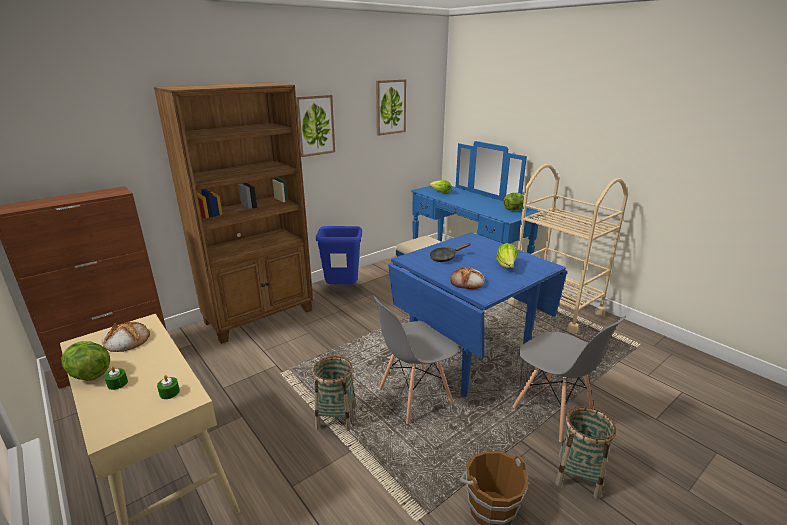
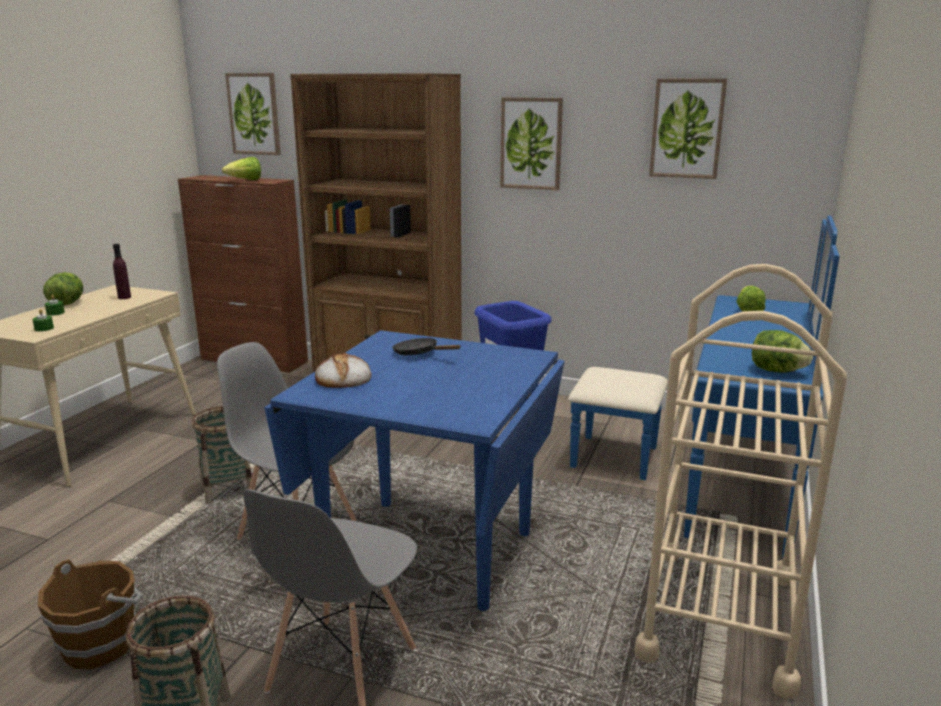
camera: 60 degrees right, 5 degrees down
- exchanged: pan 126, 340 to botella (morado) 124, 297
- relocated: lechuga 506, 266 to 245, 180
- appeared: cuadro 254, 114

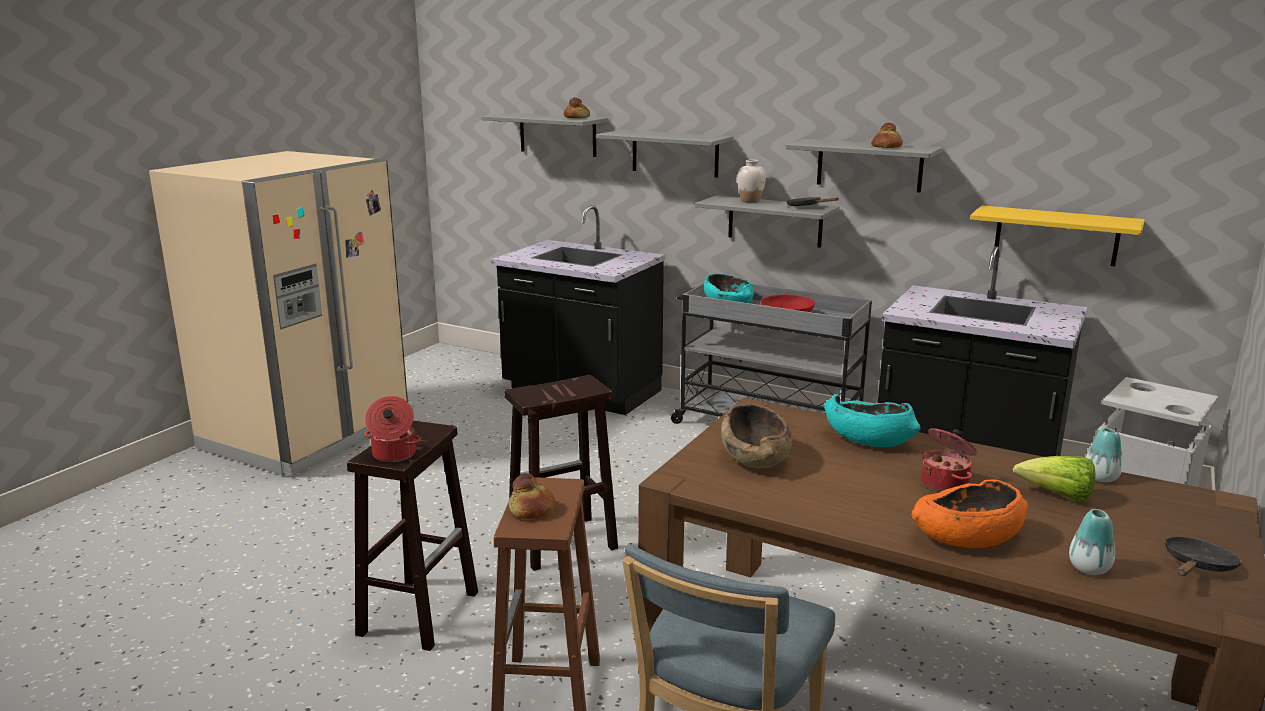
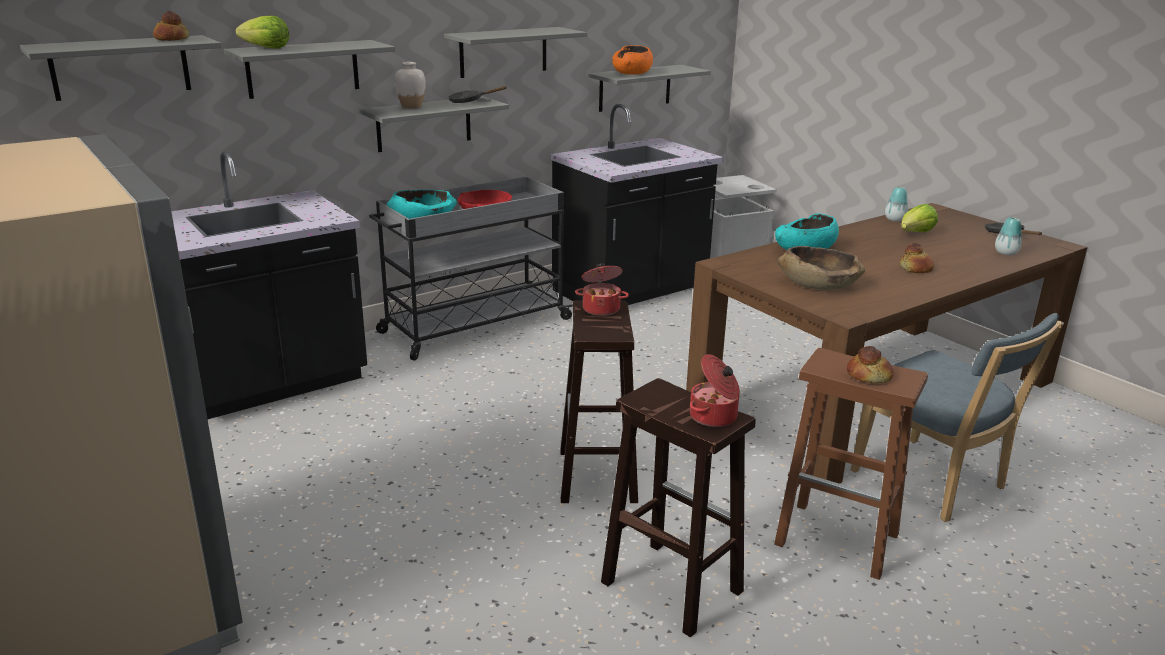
camera: 65 degrees left, 5 degrees up
- appeared: lechuga 267, 48
- relocated: olla 946, 483 to 601, 308
- colour: estante (amarillo) 1056, 235 to estante (gris) 635, 88
- relocated: cuenco (naranja) 966, 537 to 632, 73
- relocated: pan 887, 147 to 916, 268

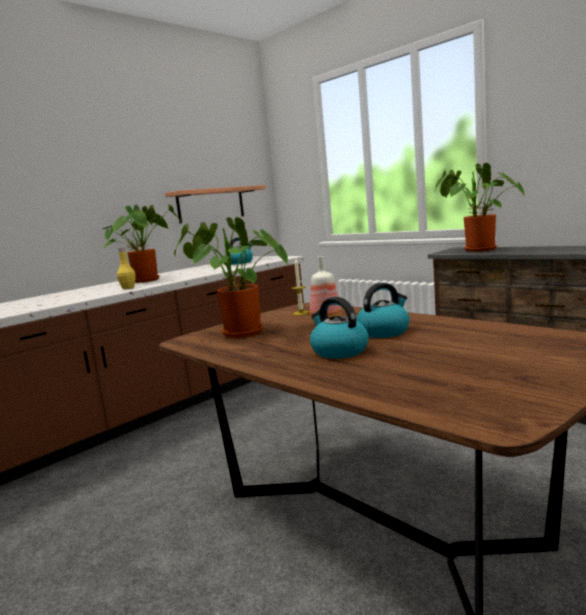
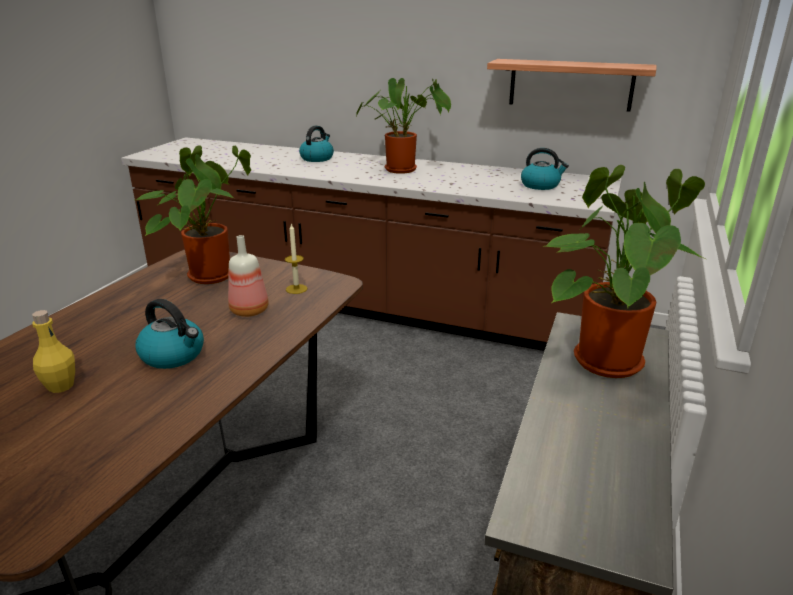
camera: 65 degrees right, 15 degrees up
- relocated: botella (amarillo) 128, 288 to 61, 386
- relocated: hervidor 338, 351 to 317, 158

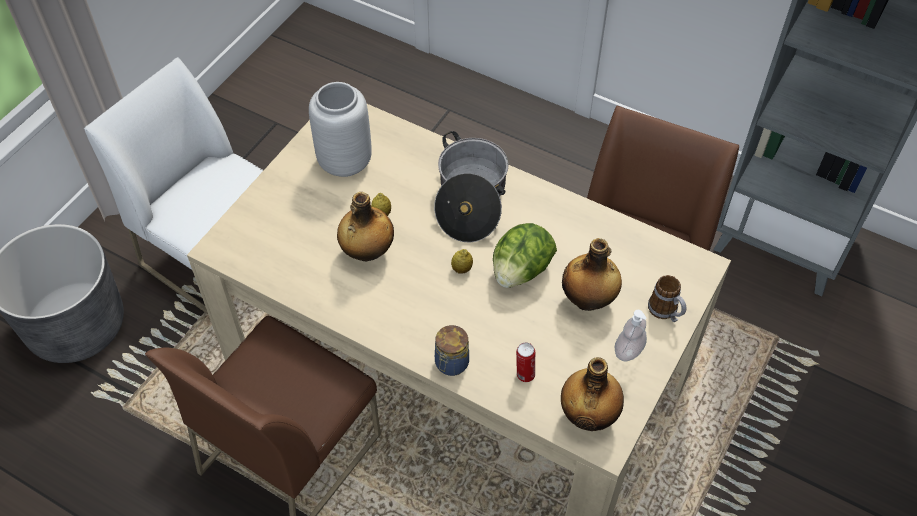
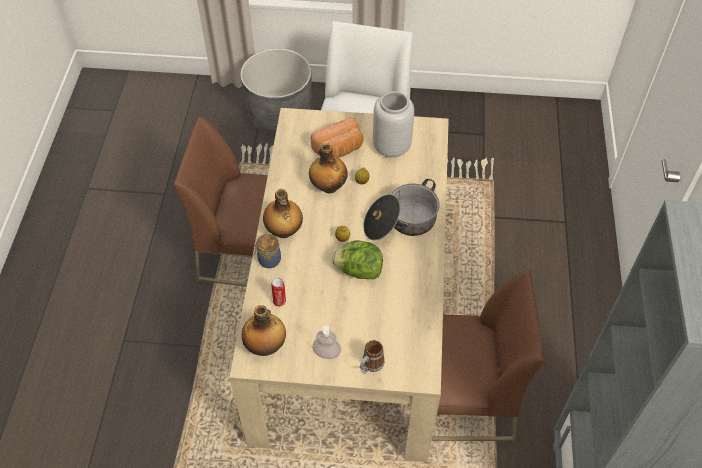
camera: 65 degrees right, 0 degrees up
- relocated: botella 588, 300 to 283, 231
- appeared: pan 339, 149

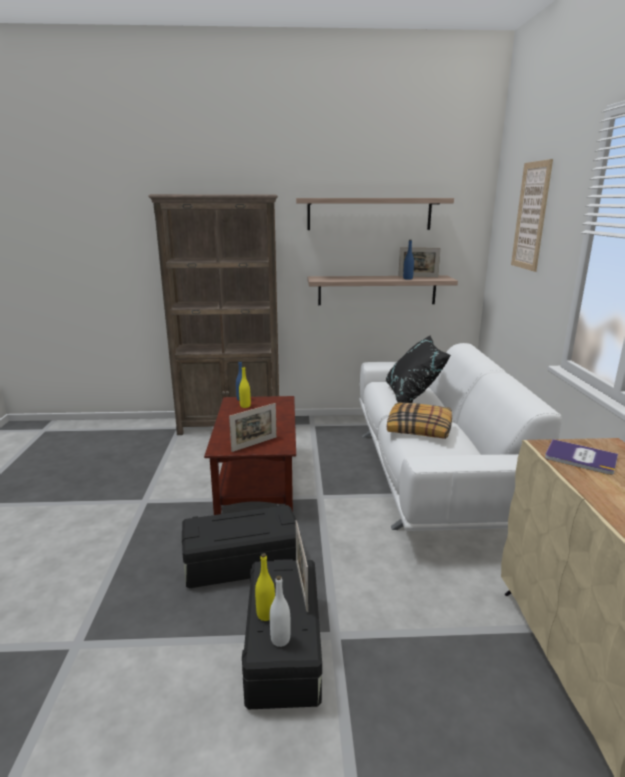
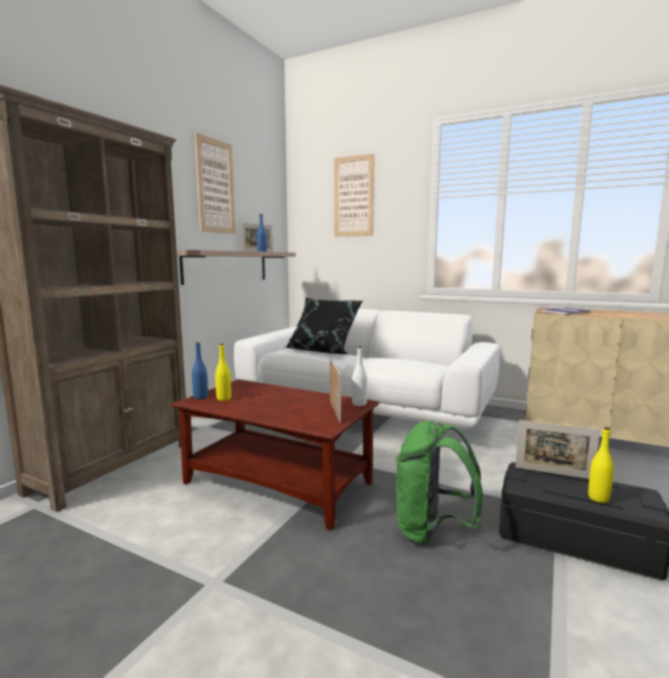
camera: 60 degrees left, 10 degrees down
- exchanged: estante 369, 214 to cuadro 215, 186
- relocated: botella (blanco) 280, 639 to 359, 404
- exchanged: caja de almacenaje (negro) 241, 563 to mochila (verde) 432, 531
- missing: cojín 419, 429

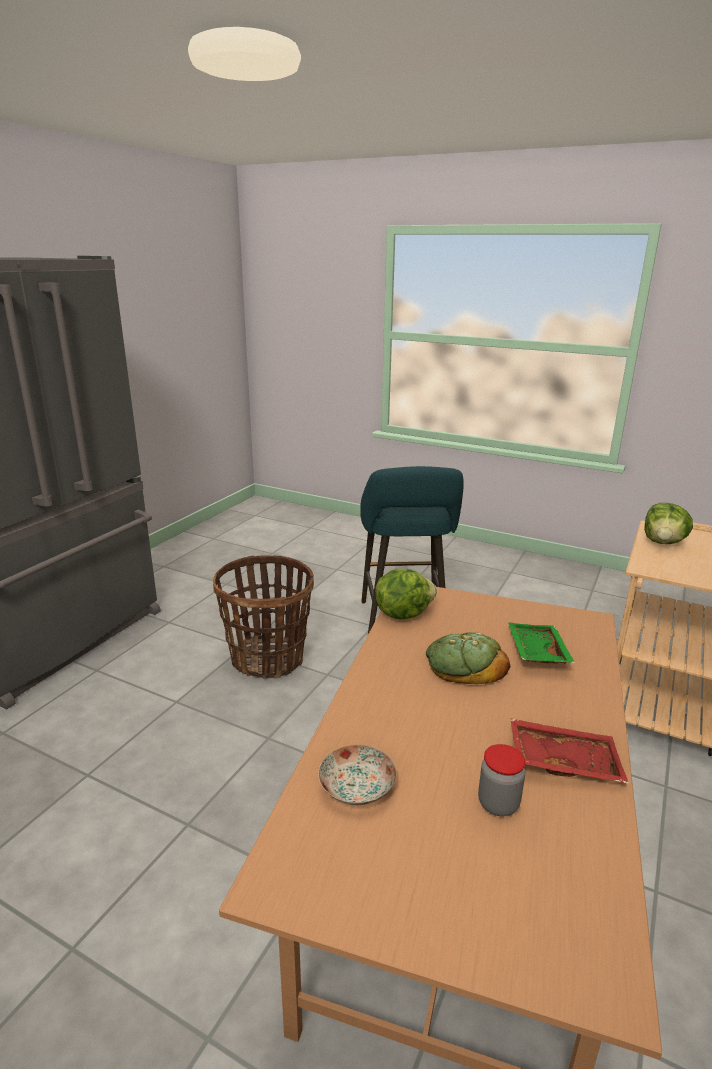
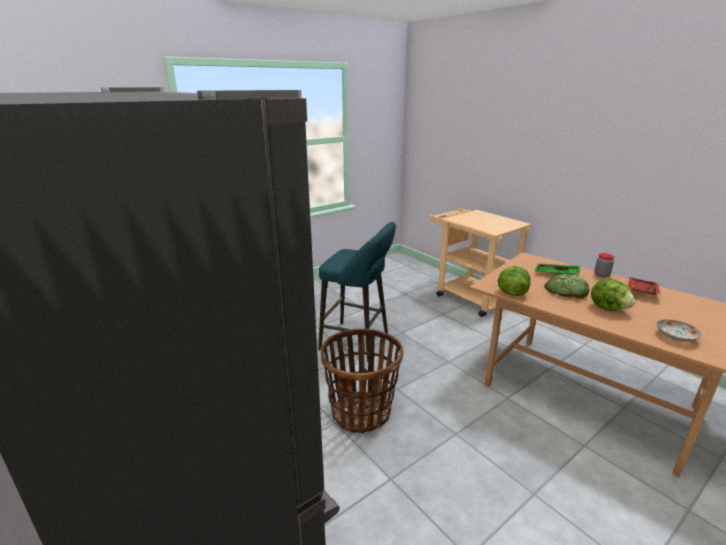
camera: 65 degrees left, 0 degrees up
- relocated: lechuga 663, 542 to 608, 308
- relocated: tarro 498, 804 to 601, 275

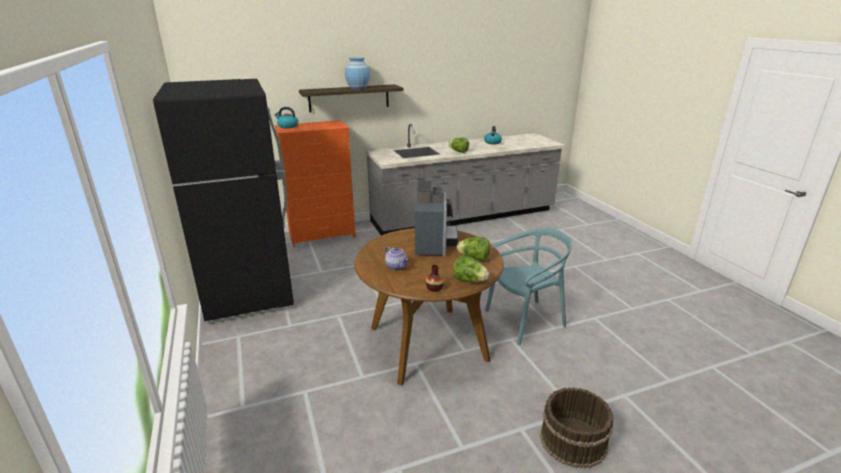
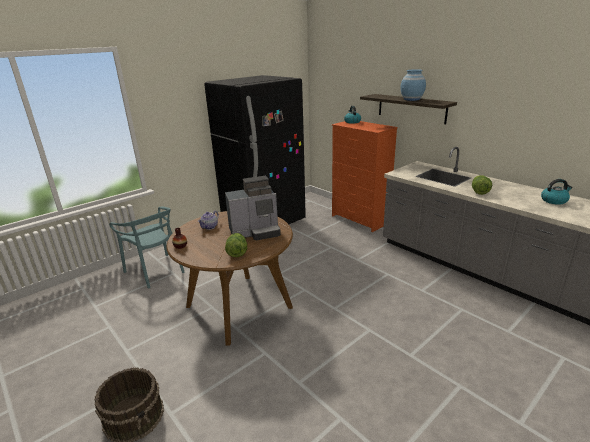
camera: 70 degrees right, 0 degrees up
- relocated: silla (turquesa) 525, 320 to 155, 271
- missing: lechuga 469, 281

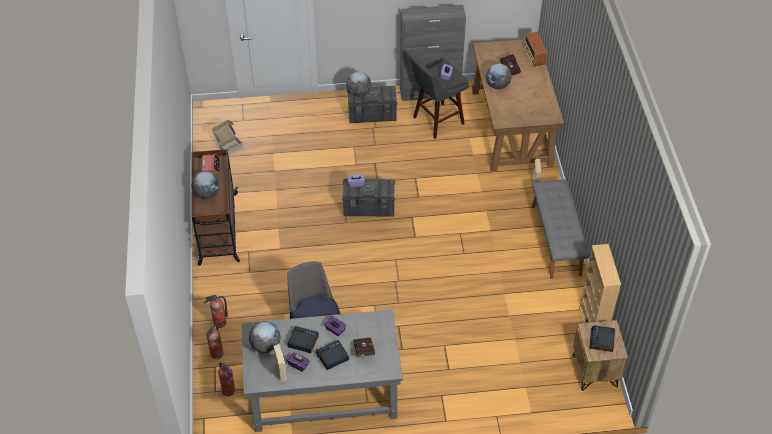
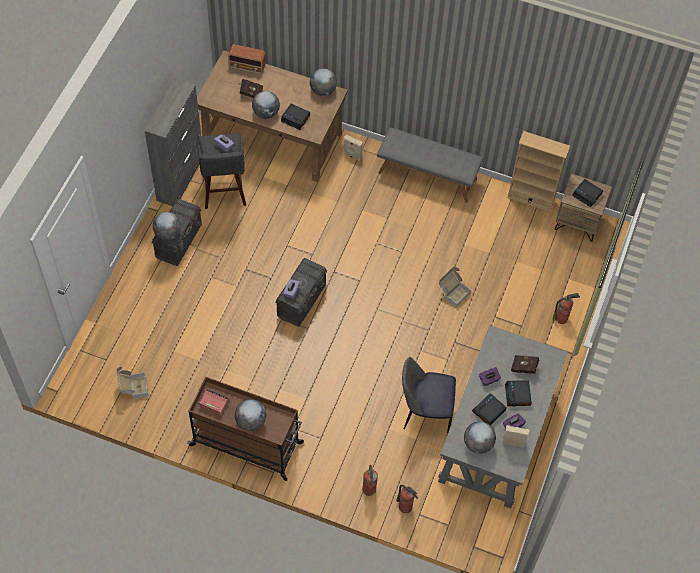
camera: 65 degrees left, 10 degrees up
- appeared: despertador 296, 118
- appeared: globo terráqueo 323, 91
- appeared: caja de cartón 453, 292
- relocated: extintor 229, 391 to 562, 318

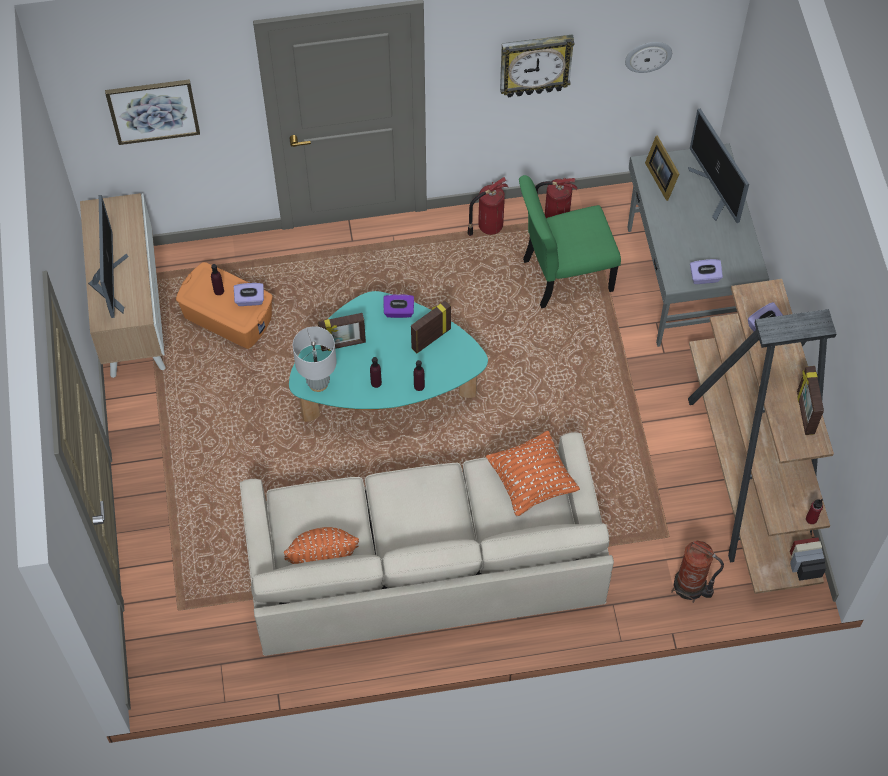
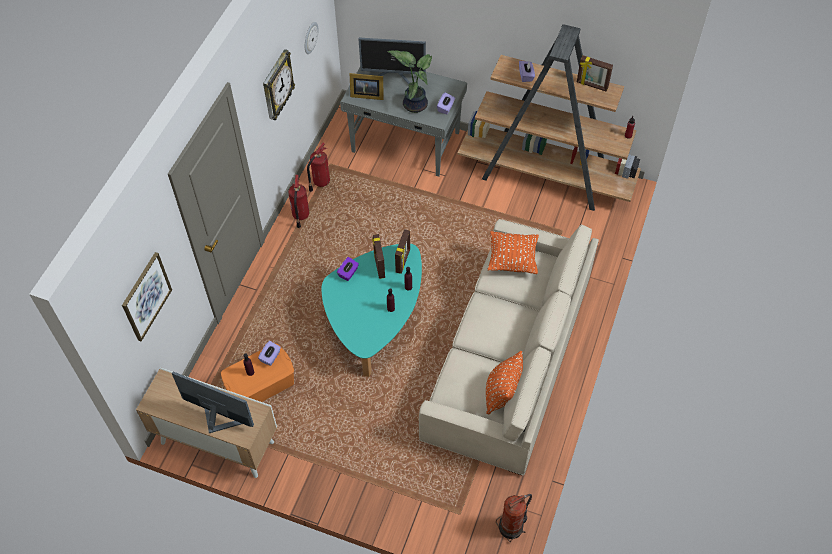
camera: 60 degrees left, 5 degrees down
- appeared: planta en maceta 414, 104
- relocated: portarretratos 343, 344 to 403, 261
- relocated: extintor 691, 586 to 512, 527
- missing: lámpara de mesa (gris) 318, 383
- missing: silla (verde) 563, 275

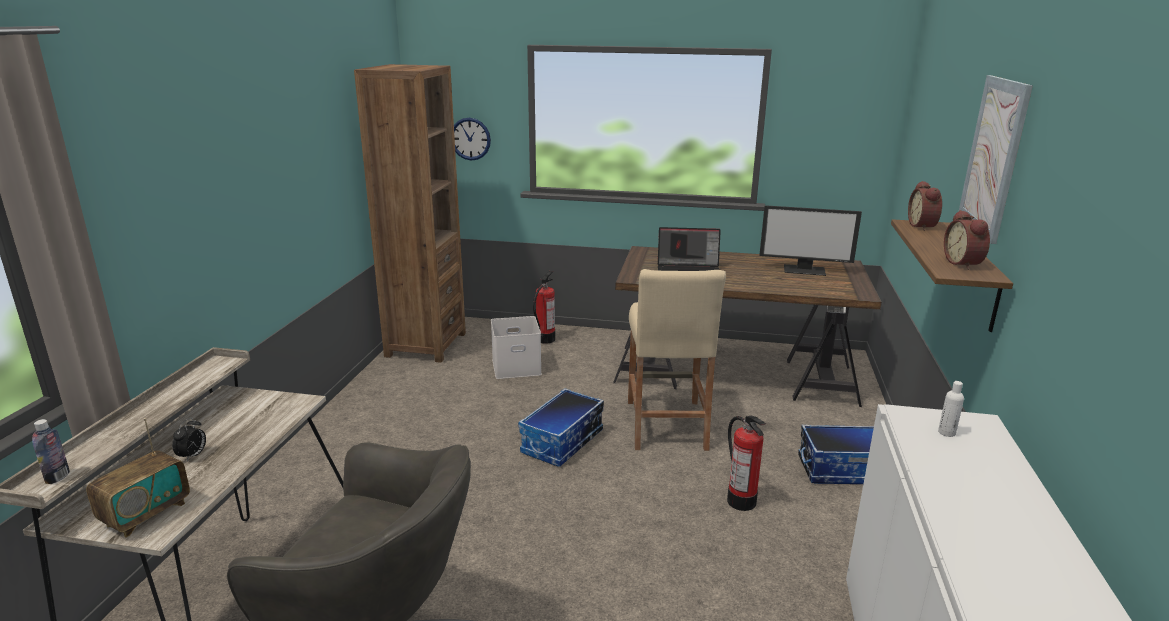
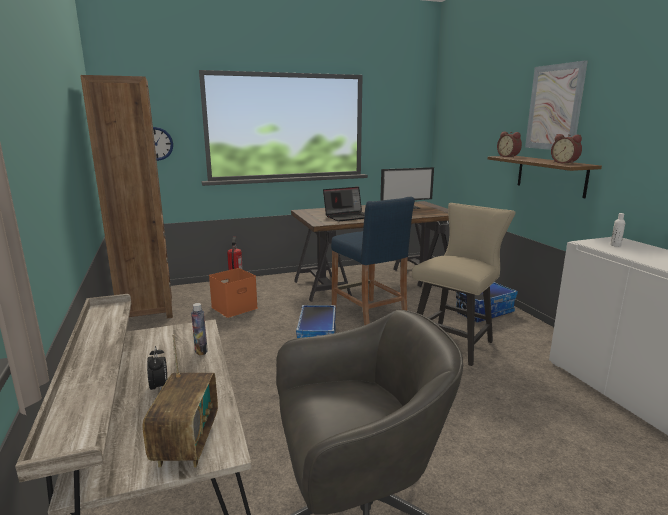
camera: 30 degrees left, 5 degrees down
- relocated: botella 57, 477 to 201, 351
- colour: caja de almacenaje (blanco) 517, 366 to caja de almacenaje (naranja) 234, 307
- colour: taburete (beis) 666, 424 to taburete (azul) 368, 315
- exchanged: extintor 741, 501 to silla (beis) 455, 341

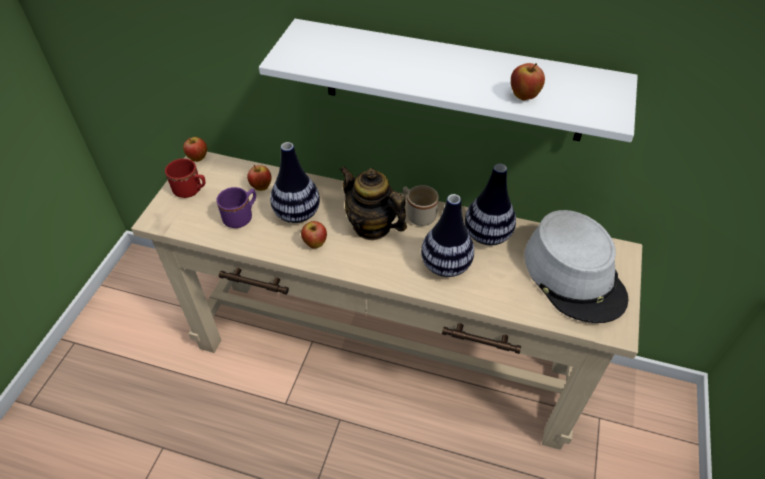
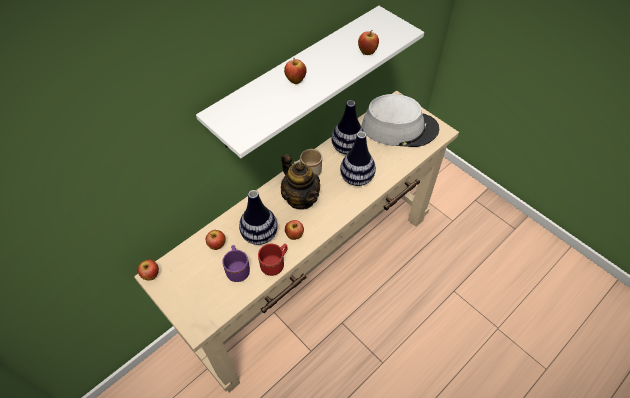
camera: 60 degrees left, 5 degrees up
- relocated: taza grande (rojo) 191, 190 to 275, 264
- spun: tetera 372, 226 = 301, 198 105 degrees counterclockwise
- appeared: manzana 295, 81

